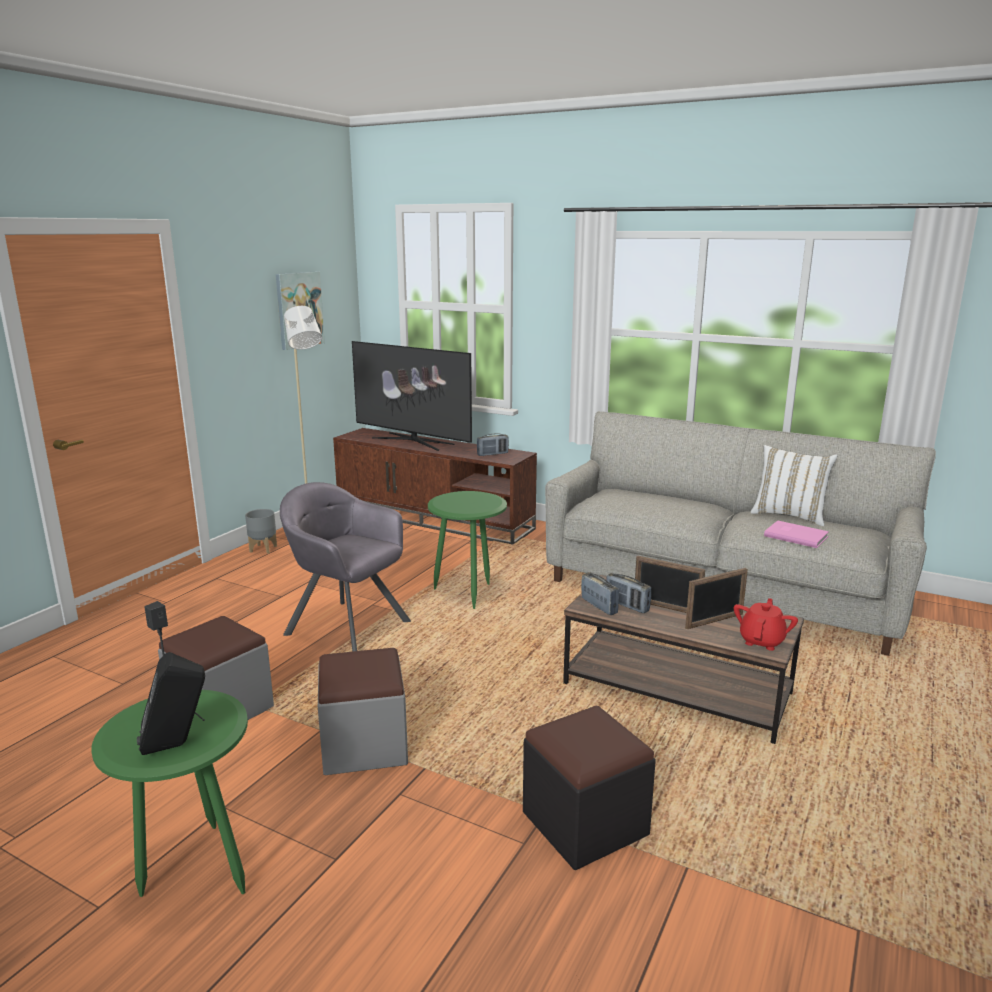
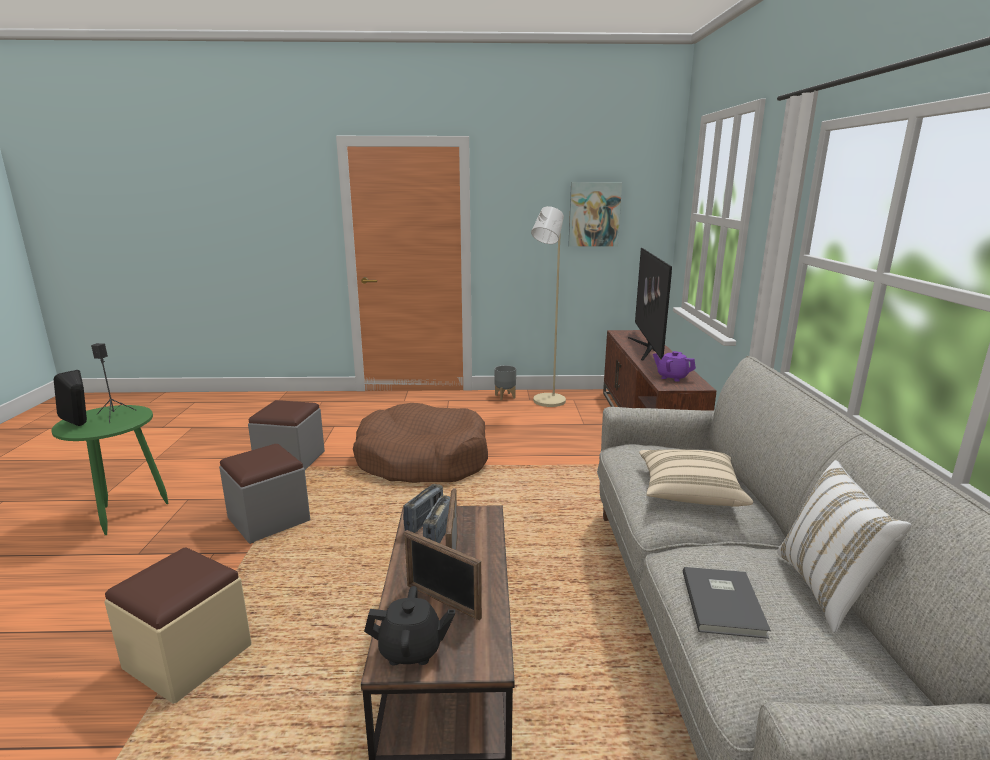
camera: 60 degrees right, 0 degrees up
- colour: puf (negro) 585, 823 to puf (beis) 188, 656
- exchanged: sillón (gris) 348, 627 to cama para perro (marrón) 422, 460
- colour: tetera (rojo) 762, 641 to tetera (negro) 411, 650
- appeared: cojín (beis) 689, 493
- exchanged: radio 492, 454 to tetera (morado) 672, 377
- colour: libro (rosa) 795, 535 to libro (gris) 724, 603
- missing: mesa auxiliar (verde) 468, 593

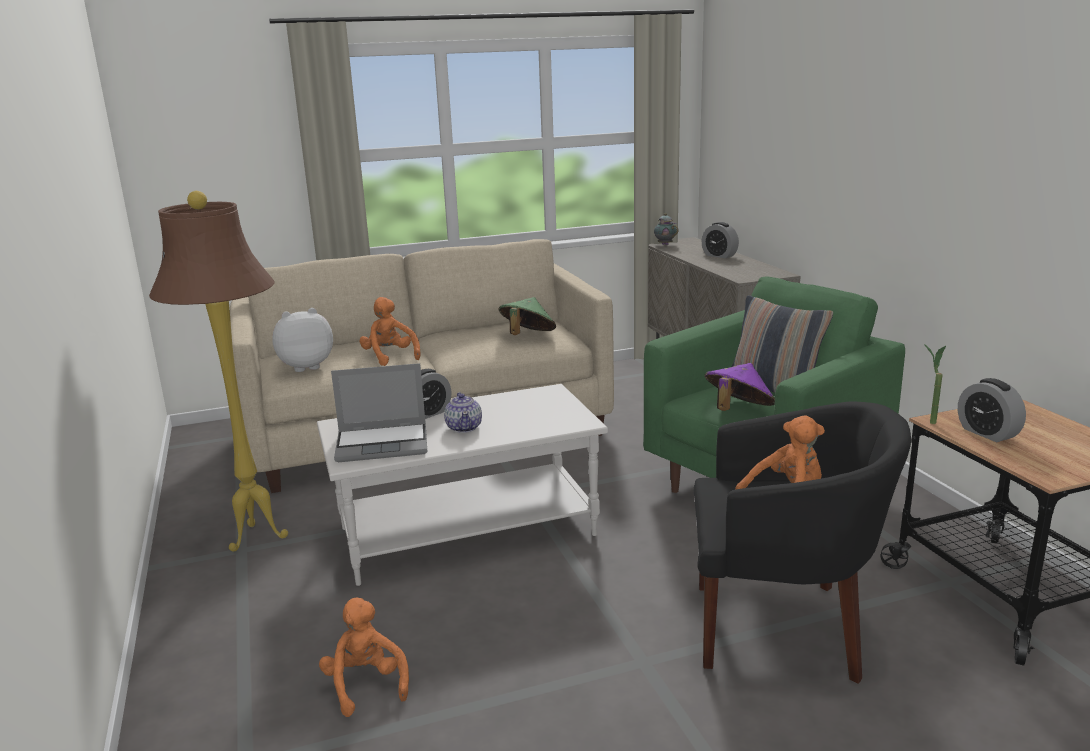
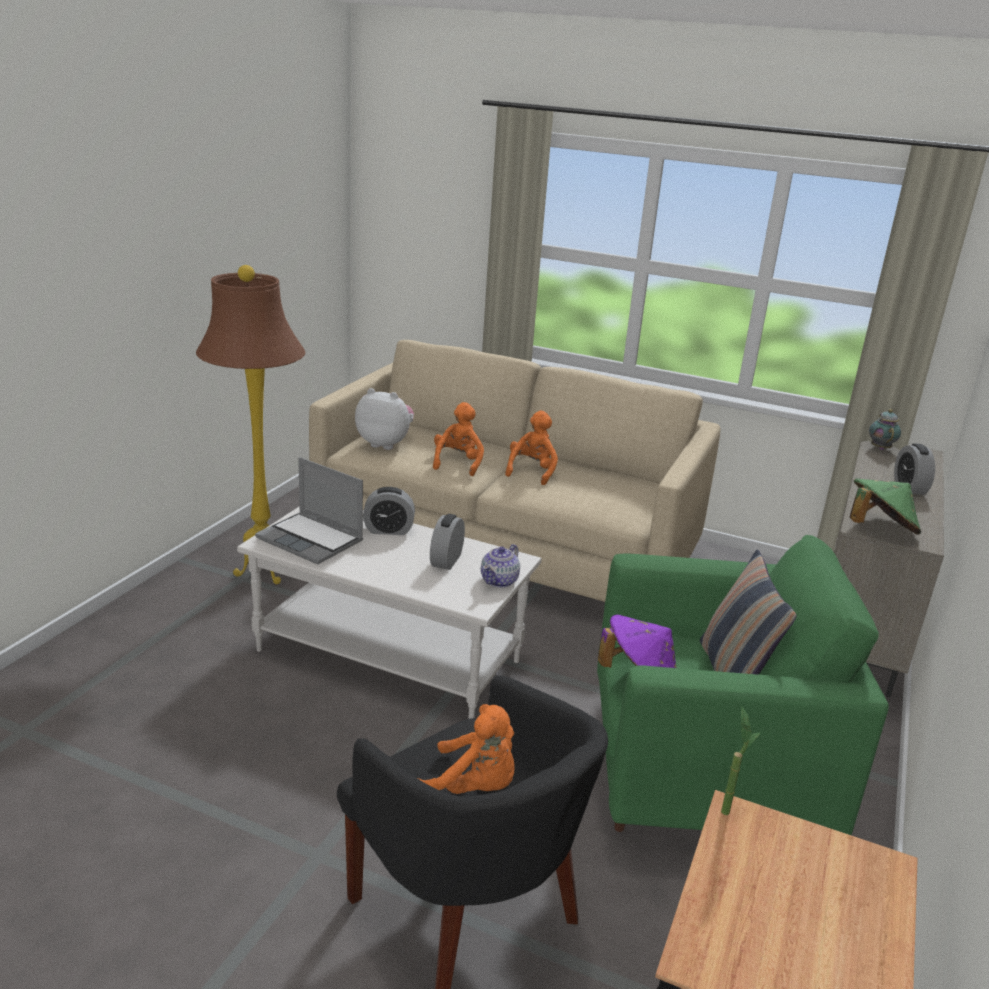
camera: 40 degrees right, 5 degrees up
- relocated: despertador 987, 433 to 446, 560
- relocated: tetera 464, 427 to 500, 580
- relocated: peluche (naranja) 366, 685 to 532, 471
- relocated: sombrero (verde) 527, 336 to 879, 529

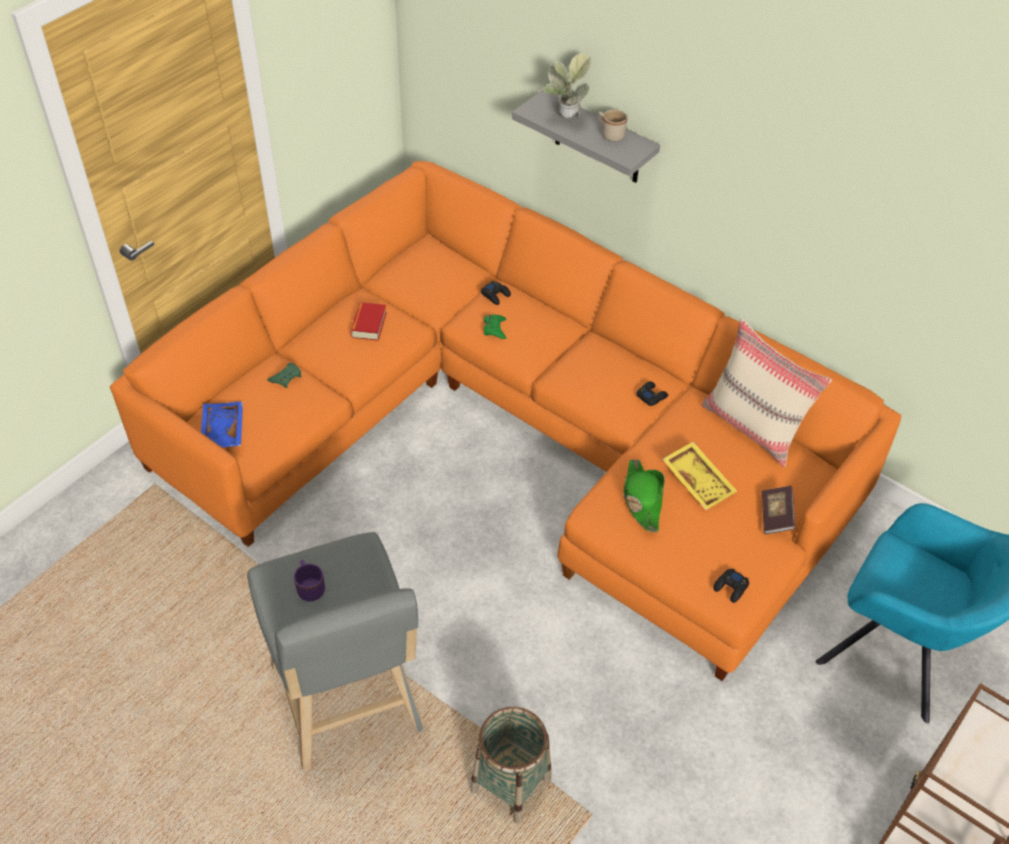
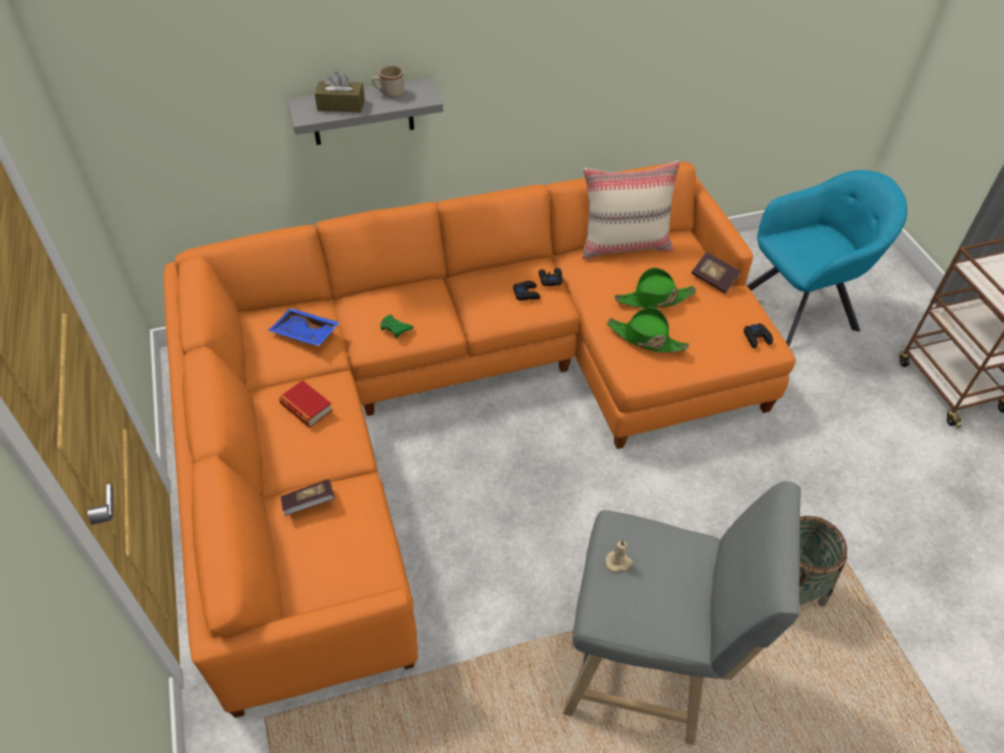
camera: 55 degrees left, 0 degrees up
- relocated: bandeja (azul) 221, 431 to 304, 334
- exchanged: mando de consola (verde) 286, 377 to libro 309, 503
- exchanged: planta en maceta 565, 119 to caja de pañuelos (marrón) 341, 105
- relocated: mando de consola (negro) 495, 295 to 526, 293
- appeared: vela (beis) 619, 562
- exchanged: bandeja (amarillo) 699, 481 to sombrero (verde) 654, 298
- missing: taza grande (morado) 310, 587

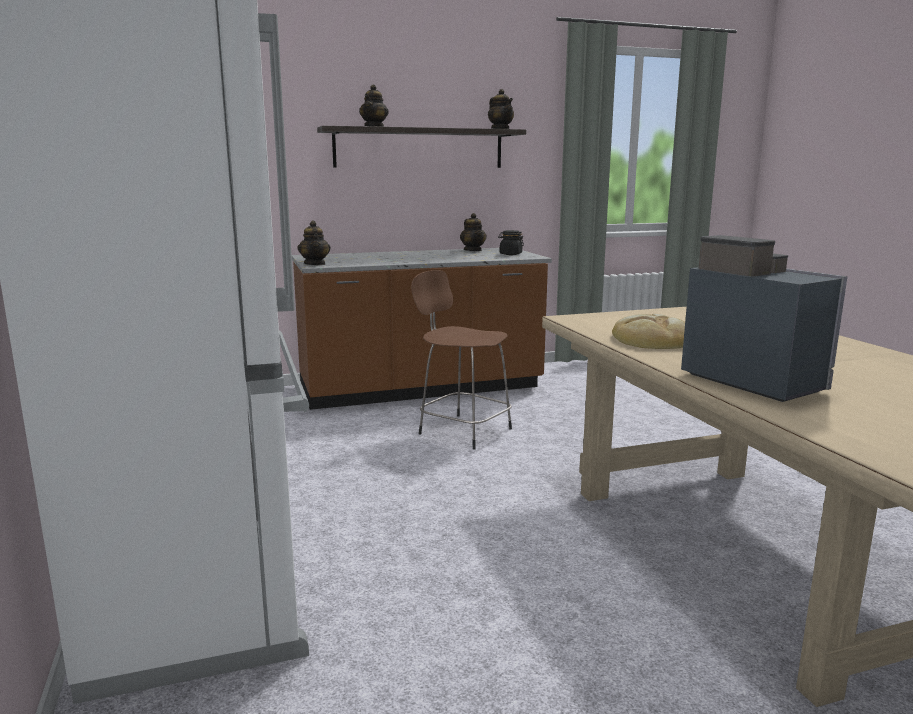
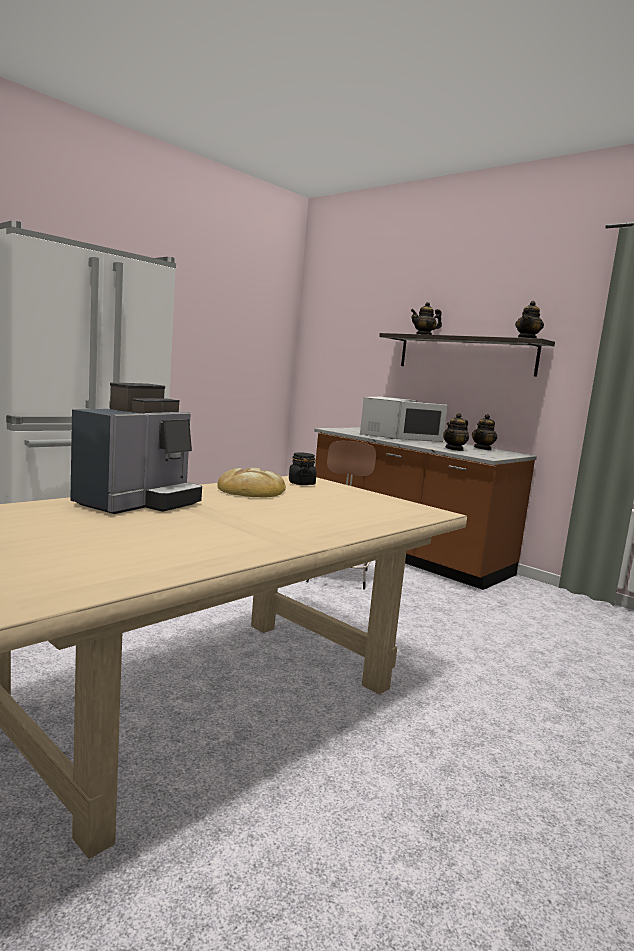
camera: 60 degrees right, 5 degrees down
- relocated: tarro (negro) 510, 254 to 301, 483
- appeared: microondas (blanco) 389, 435
- relocated: tetera 315, 264 to 454, 449

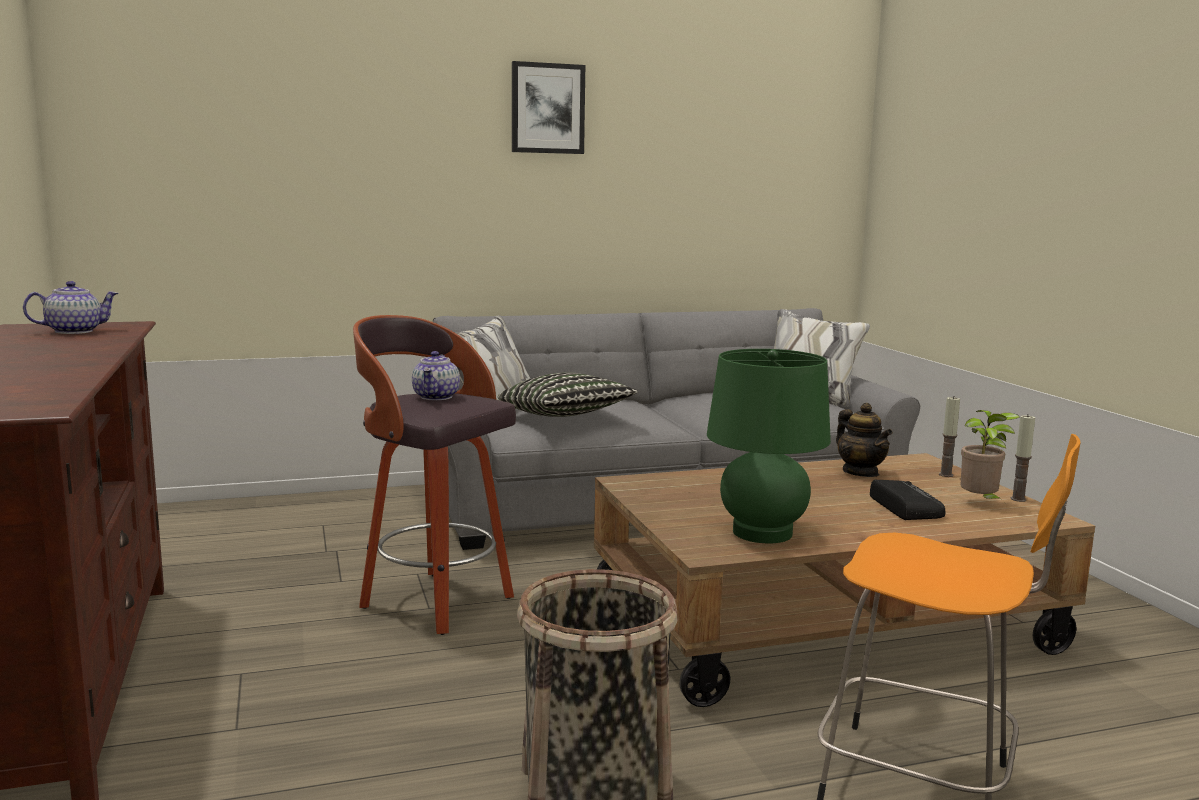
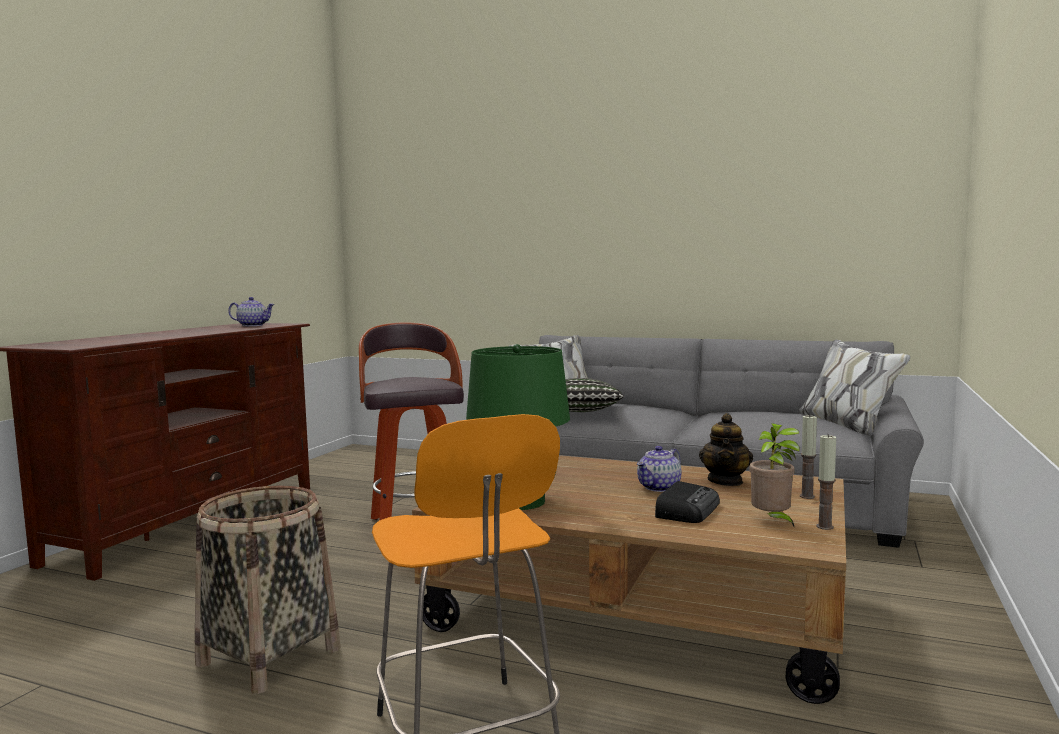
camera: 40 degrees right, 5 degrees down
- relocated: tetera 436, 397 to 659, 487
- missing: cuadro 547, 108

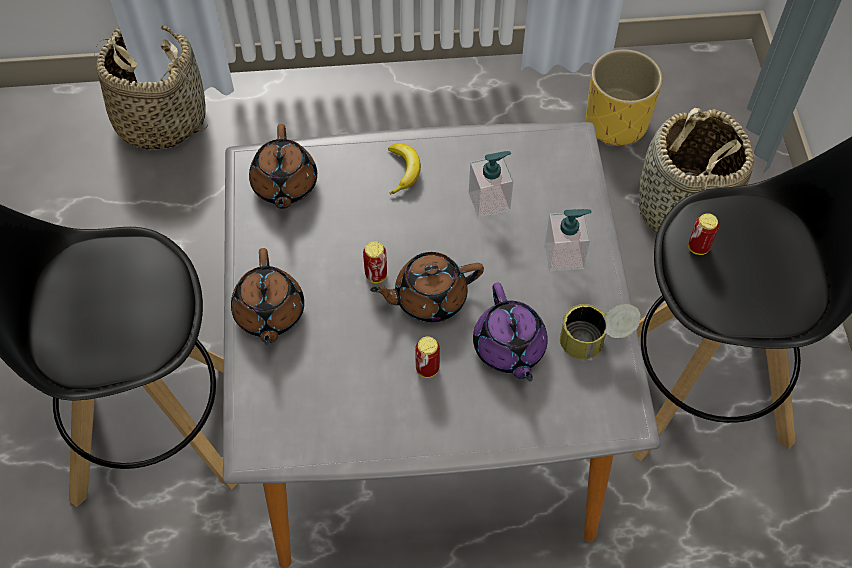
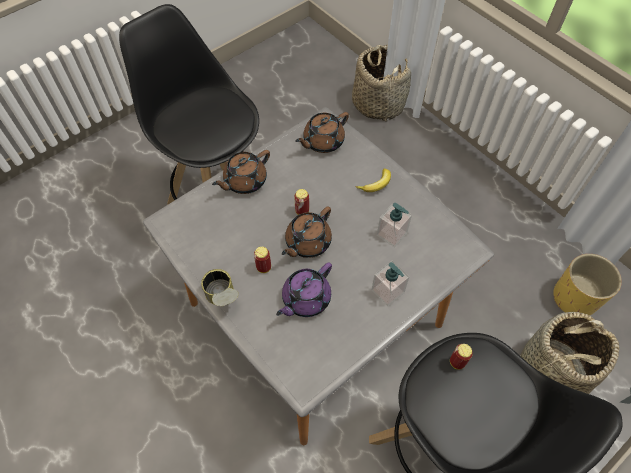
camera: 55 degrees right, 0 degrees up
- relocated: lata 595, 341 to 223, 299
- spun: tetera (marrón) 428, 297 = 307, 242 90 degrees counterclockwise

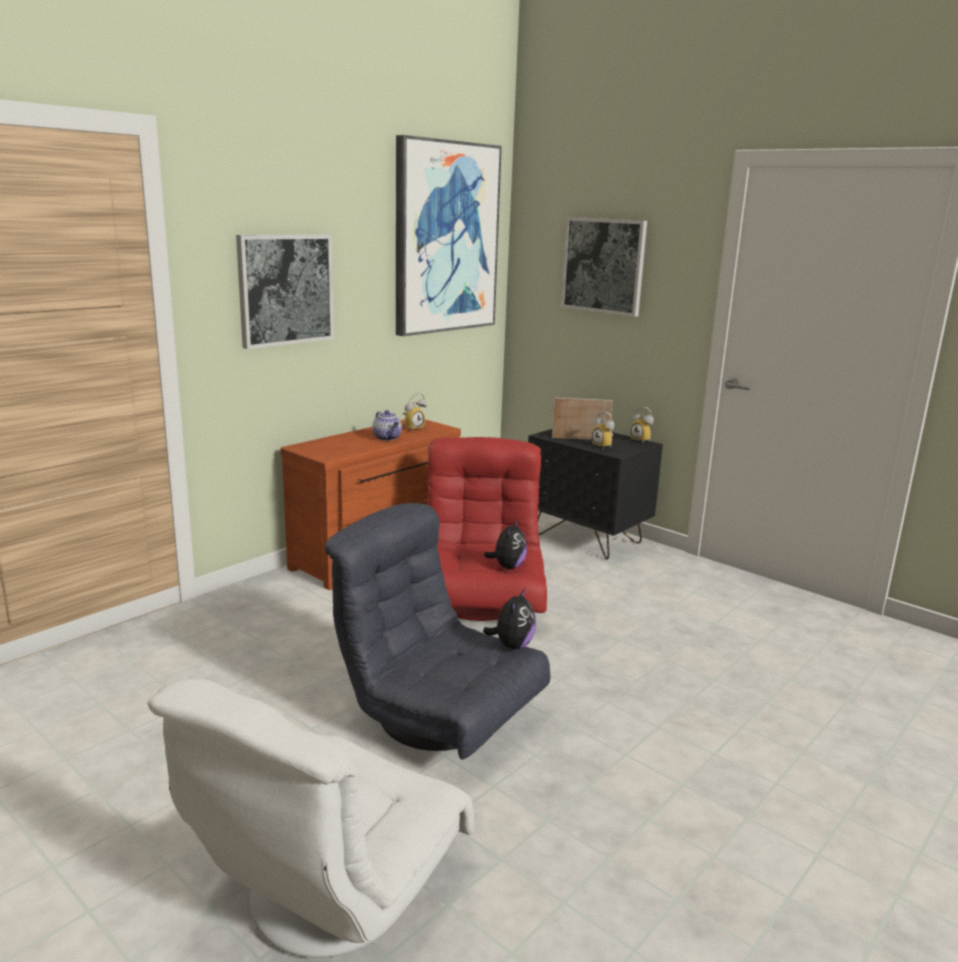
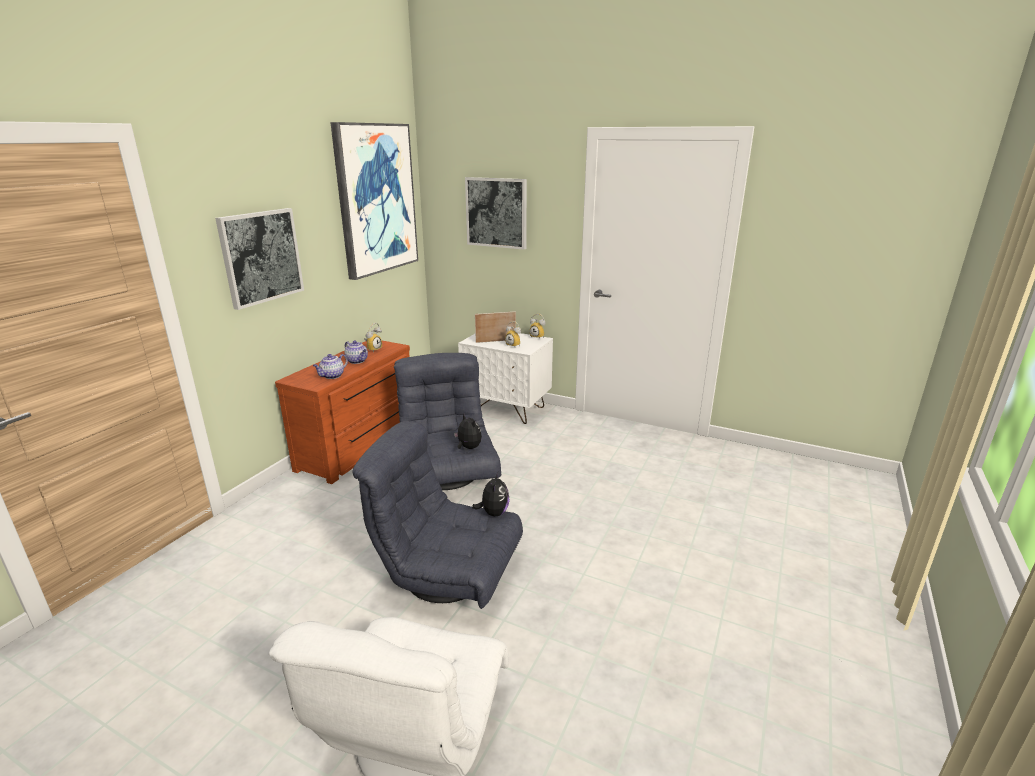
camera: 15 degrees left, 5 degrees up
- appeared: tetera 332, 376
- colour: sillón (rojo) 480, 602 to sillón (gris) 448, 473
- spun: peluche 508, 567 = 468, 448 45 degrees counterclockwise
- colour: mesita de noche (negro) 587, 539 to mesita de noche (blanco) 507, 410

